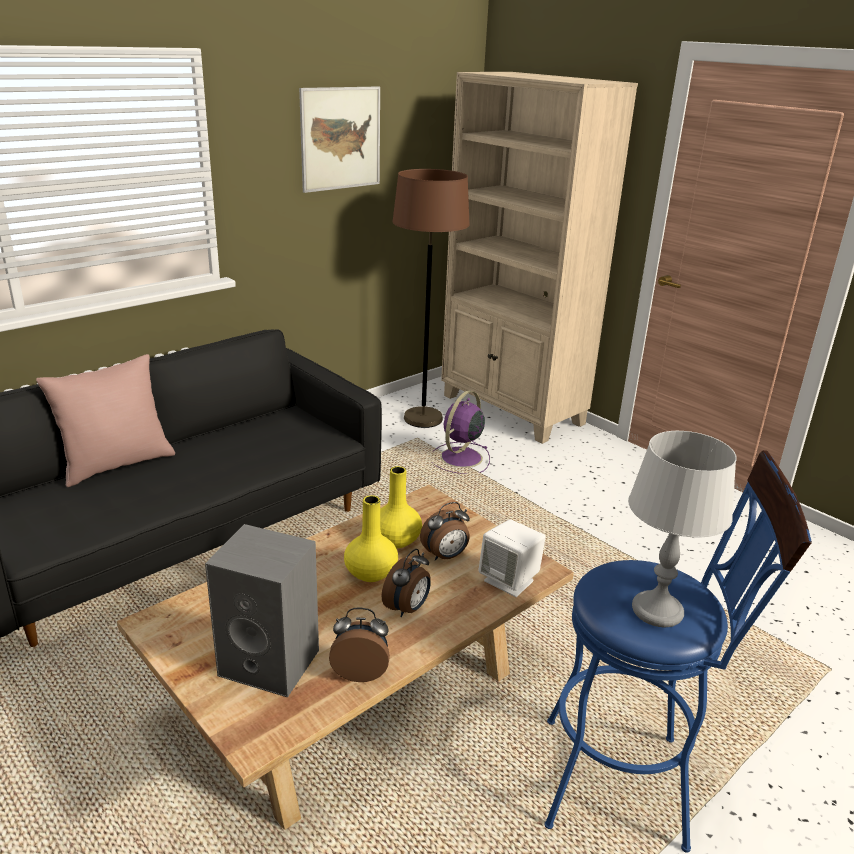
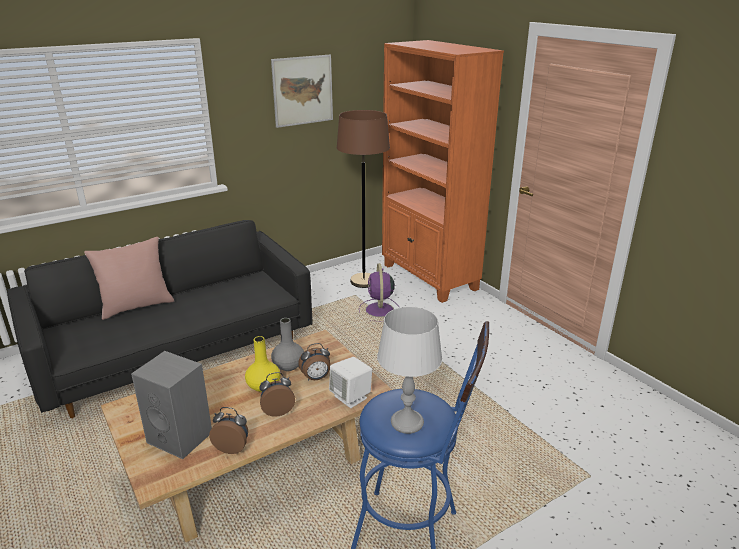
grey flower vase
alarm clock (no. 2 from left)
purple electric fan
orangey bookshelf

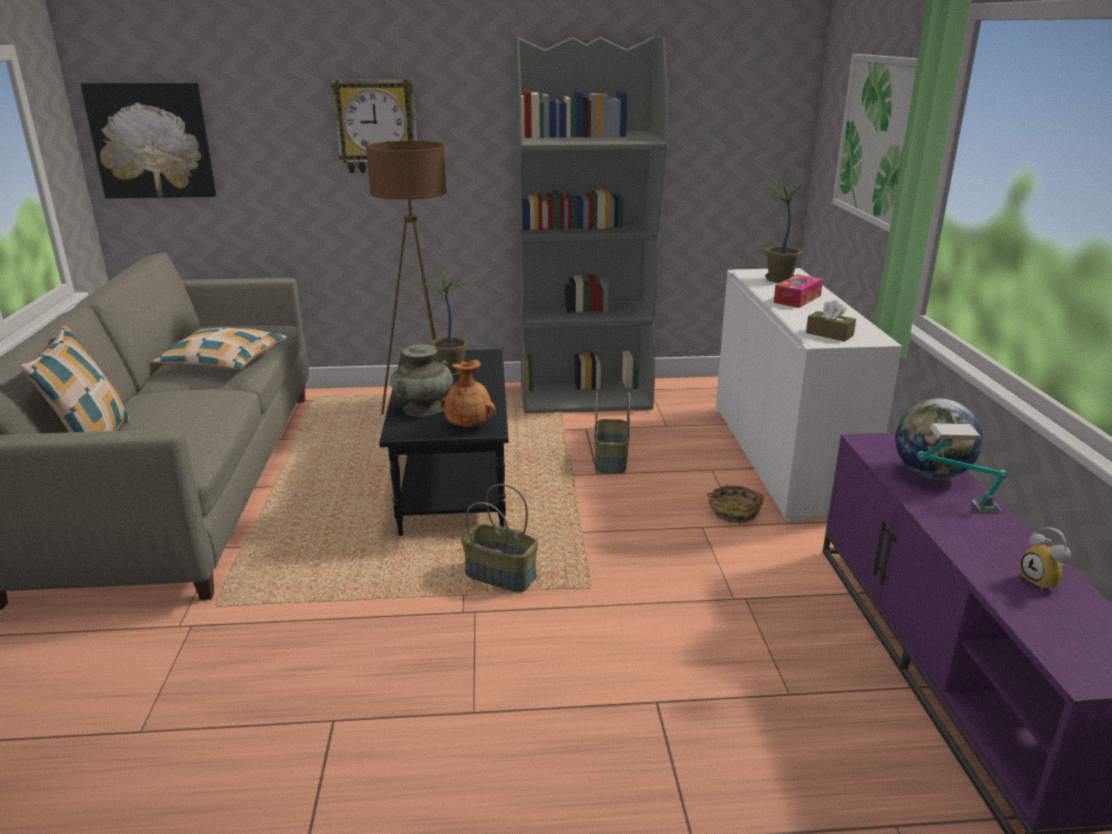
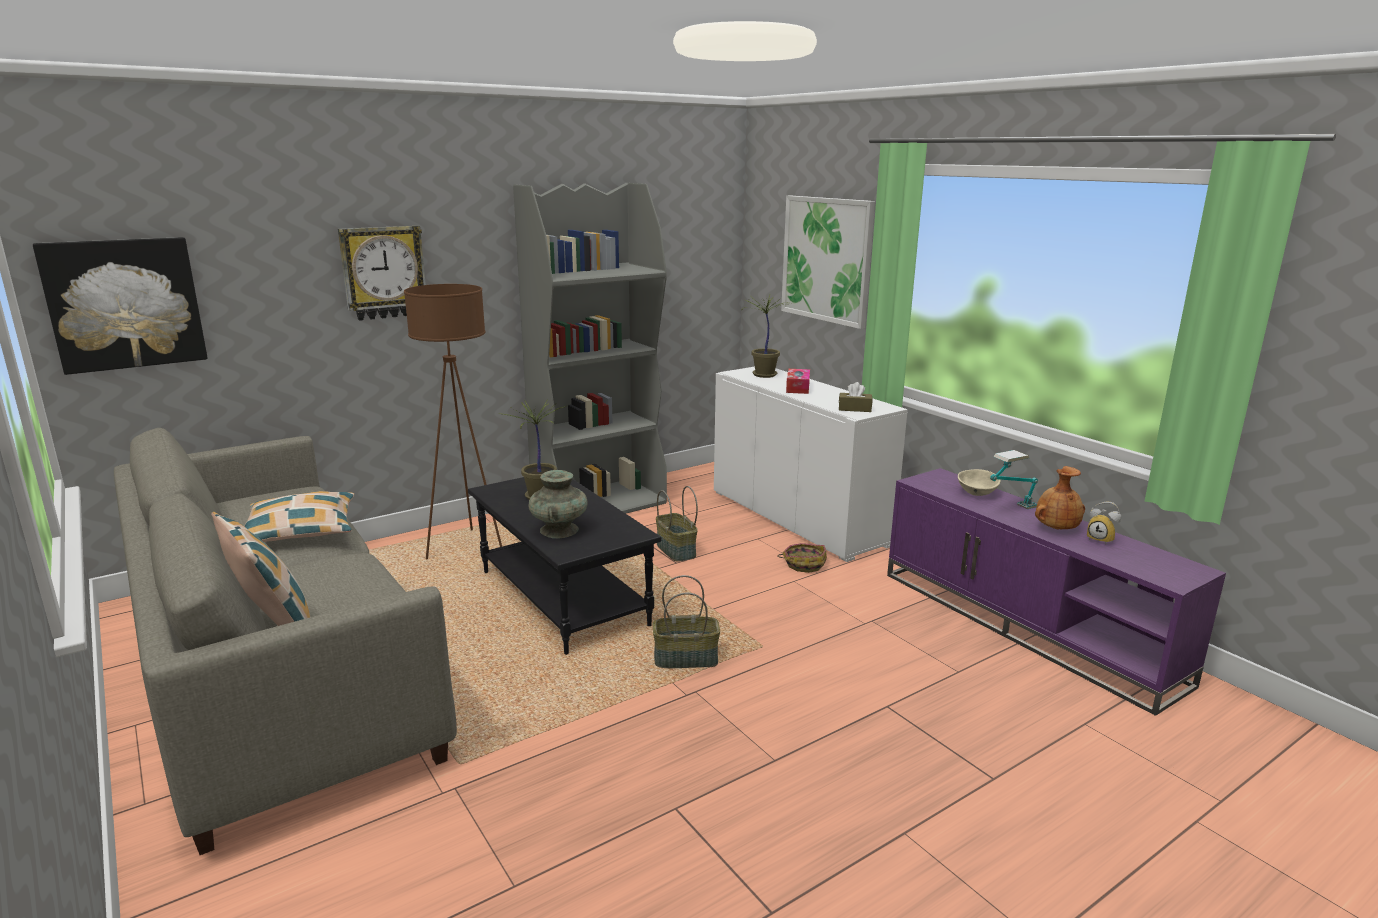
brown-coloured flower vase
beige bowl

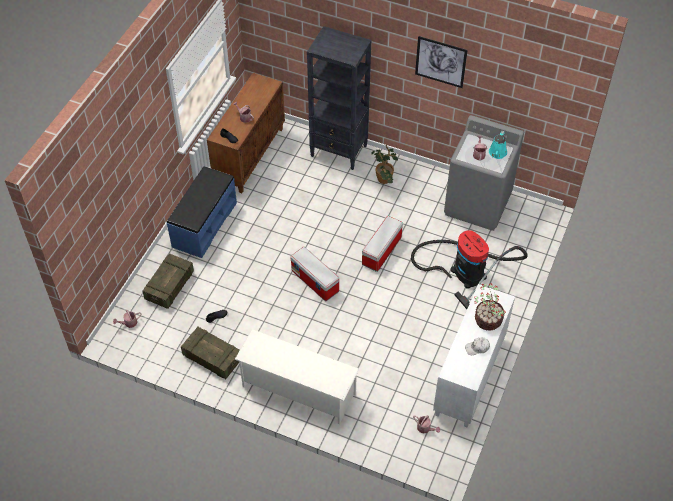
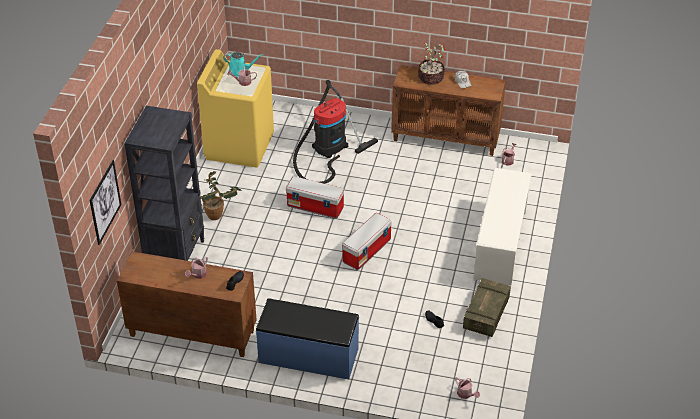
shipping crate (no. 1 from left in the first image)
picture
brown-coloured cabinet (no. 2 from left)
yellow laundry appliance

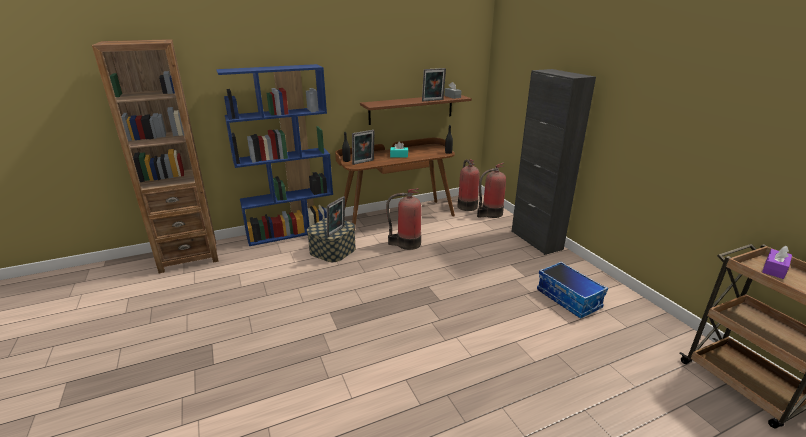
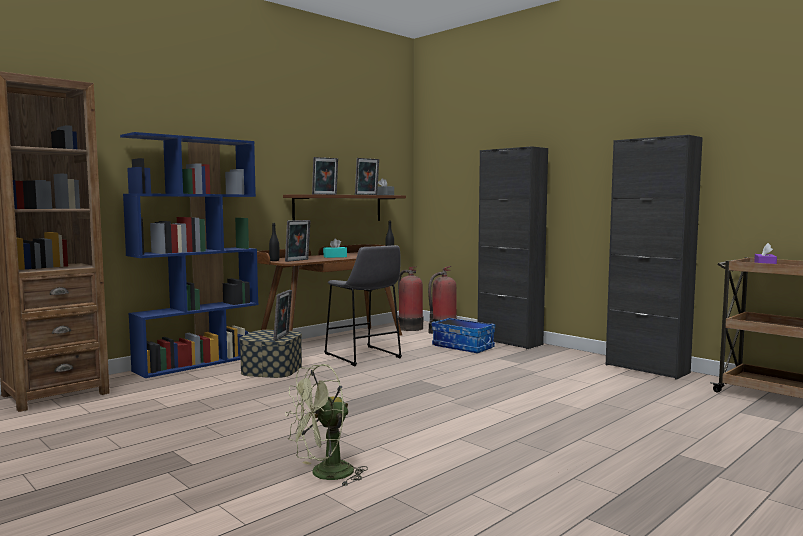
grey sitting stool
storage bin (no. 2 from left)
greenish electric fan
photo frame (no. 3 from left)
blackish cabinet (no. 2 from left)

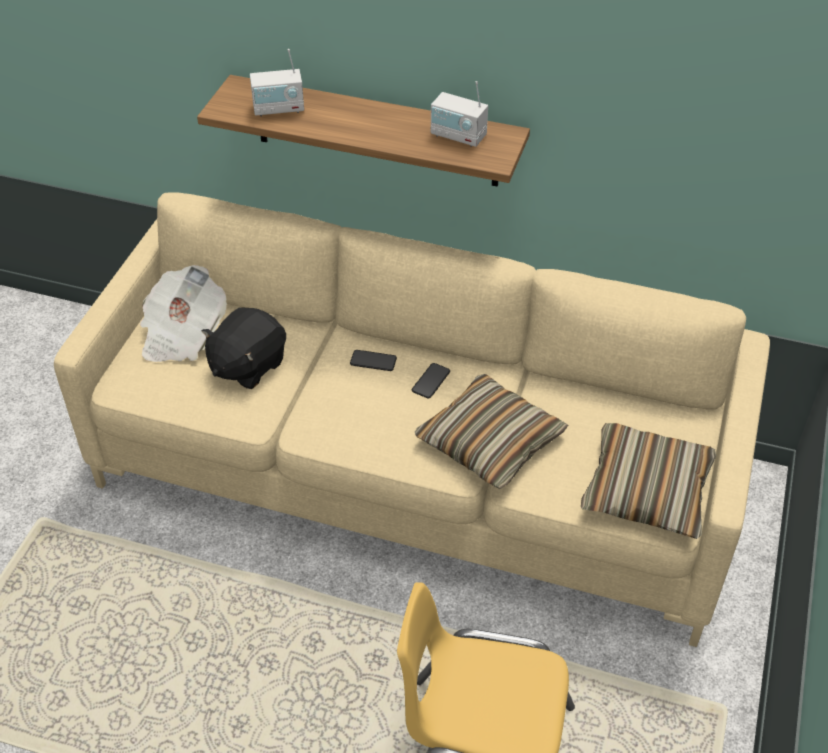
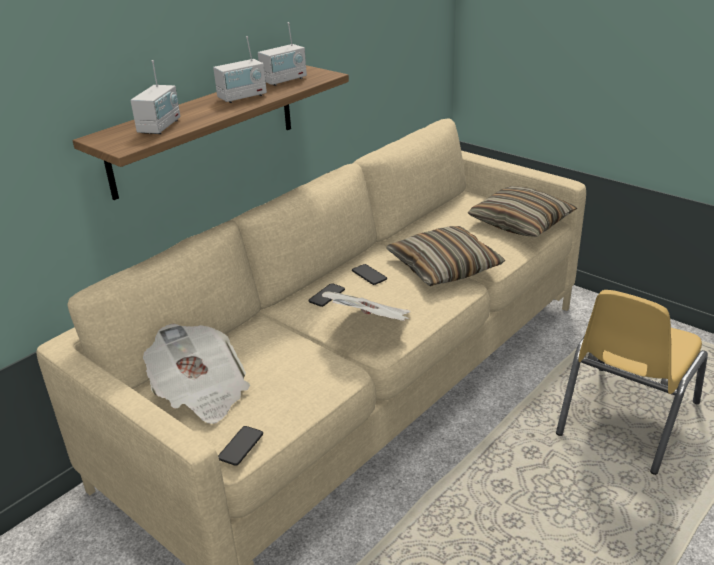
blackish cuddly toy
radio receiver (no. 2 from left)
handset (no. 1 from left)
printed paper (no. 2 from left)

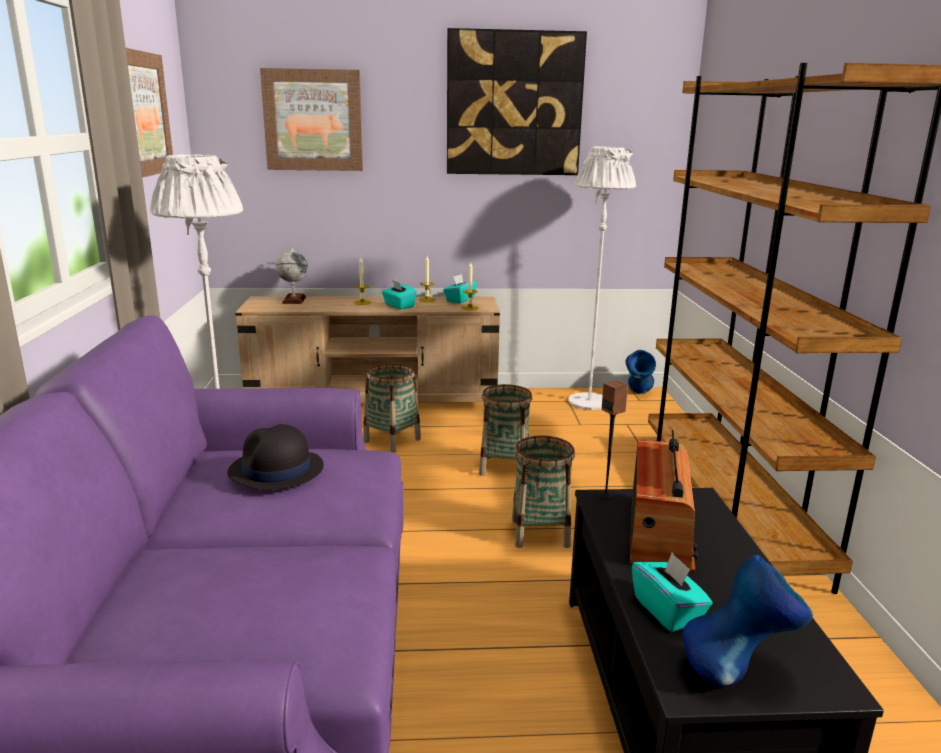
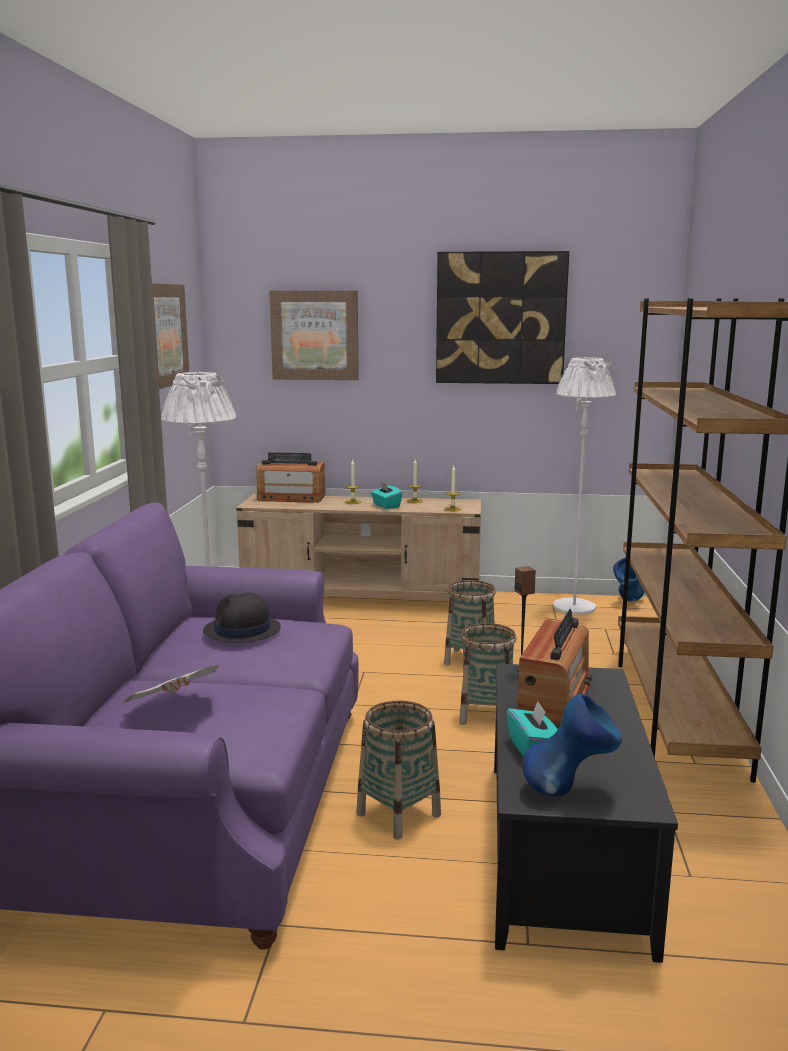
radio receiver (no. 1 from left)
storage basket (no. 1 from left)
turquoise box of tissues (no. 2 from left in the first image)
printed paper

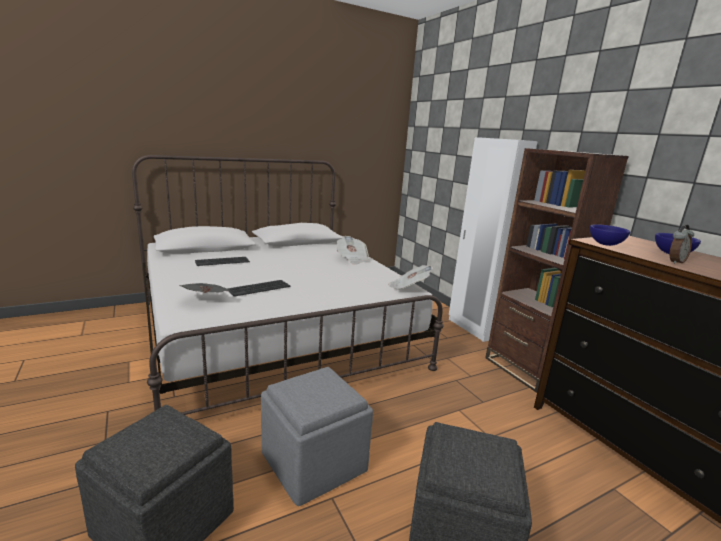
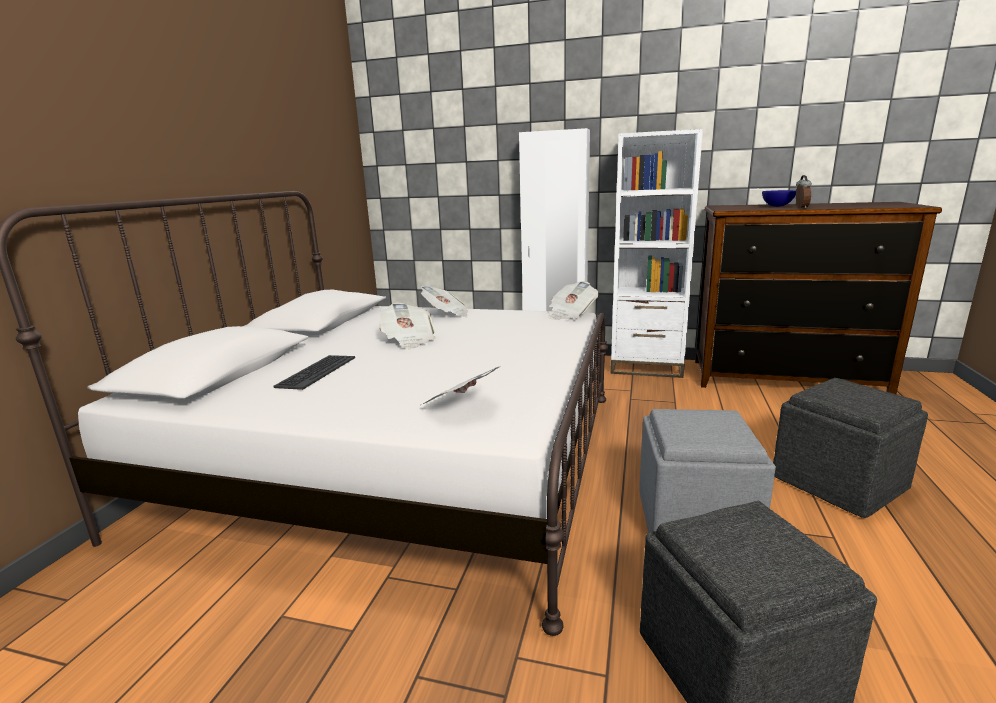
computer keyboard (no. 2 from left in the first image)
whitish bookshelf
blue bowl (no. 1 from left in the first image)
printed paper (no. 1 from left)

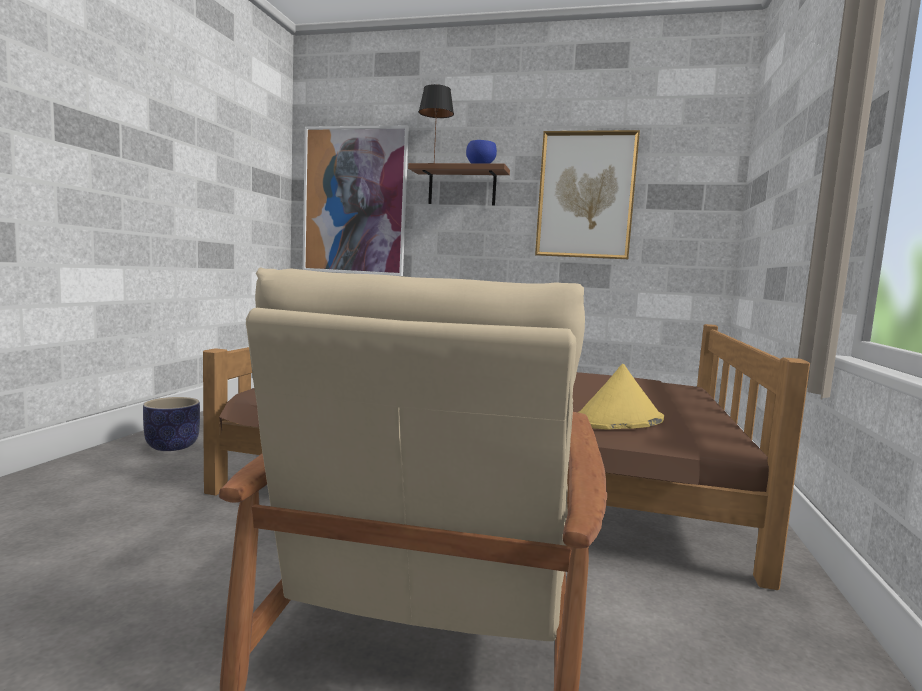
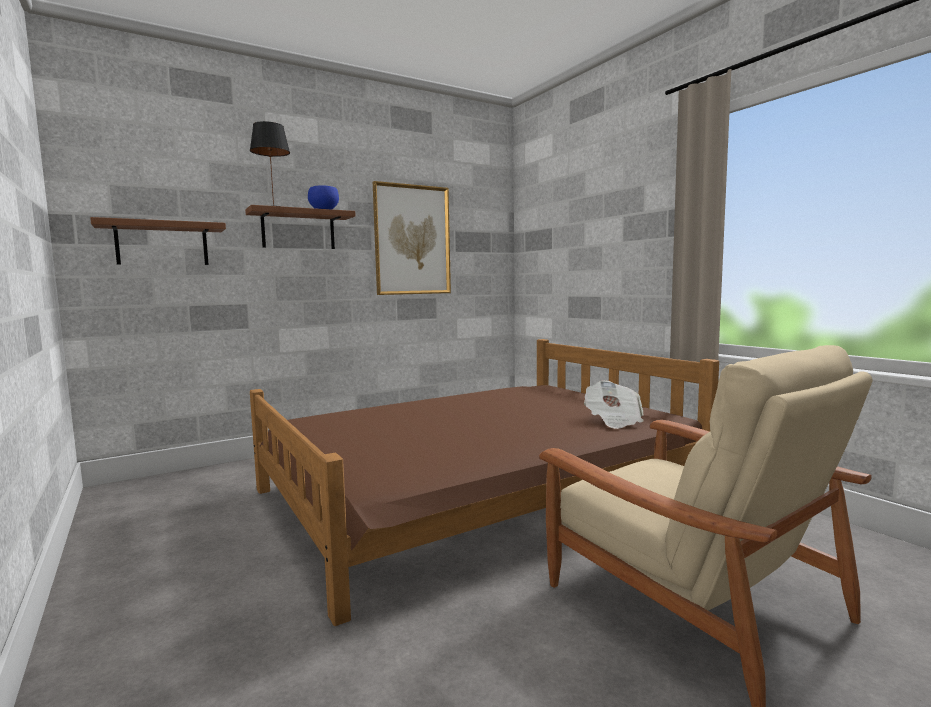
flower pot
brown-coloured bracket shelf (no. 1 from left)
printed paper

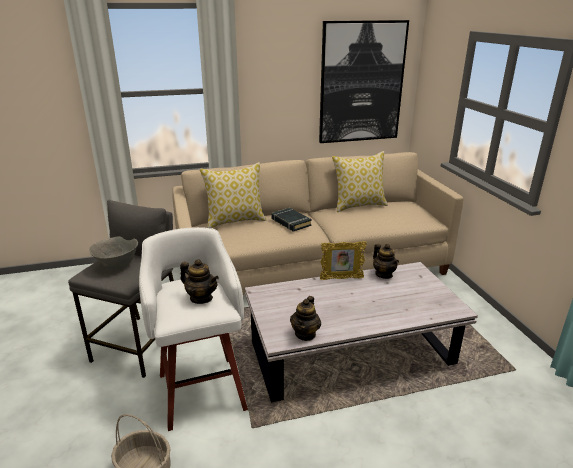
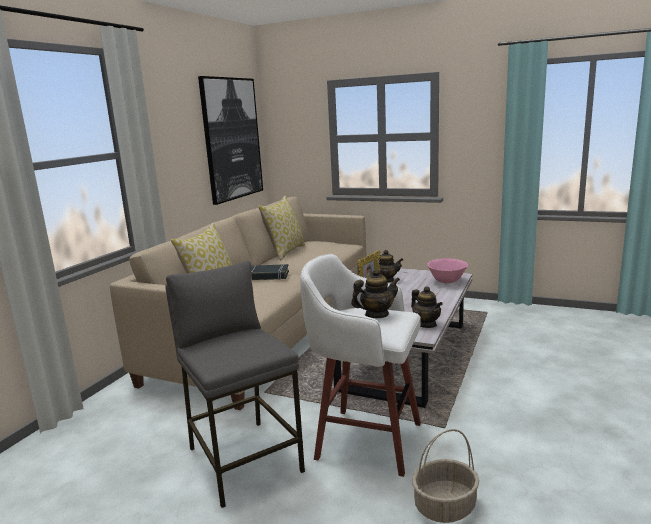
grey bowl
pinkish bowl

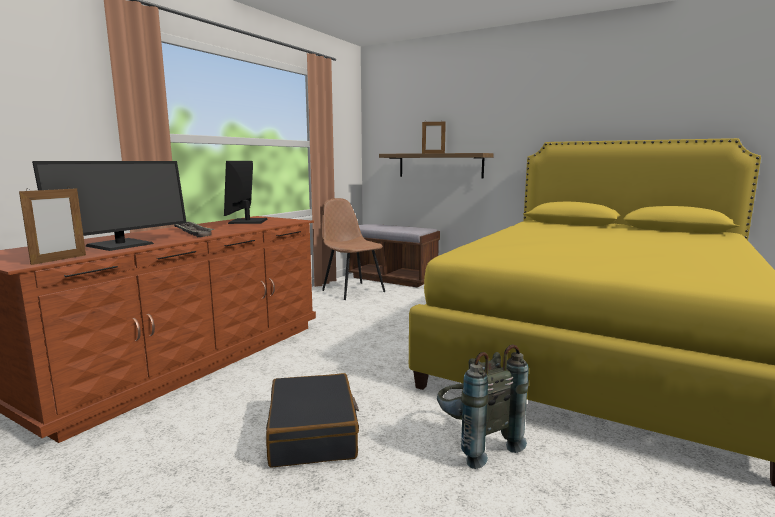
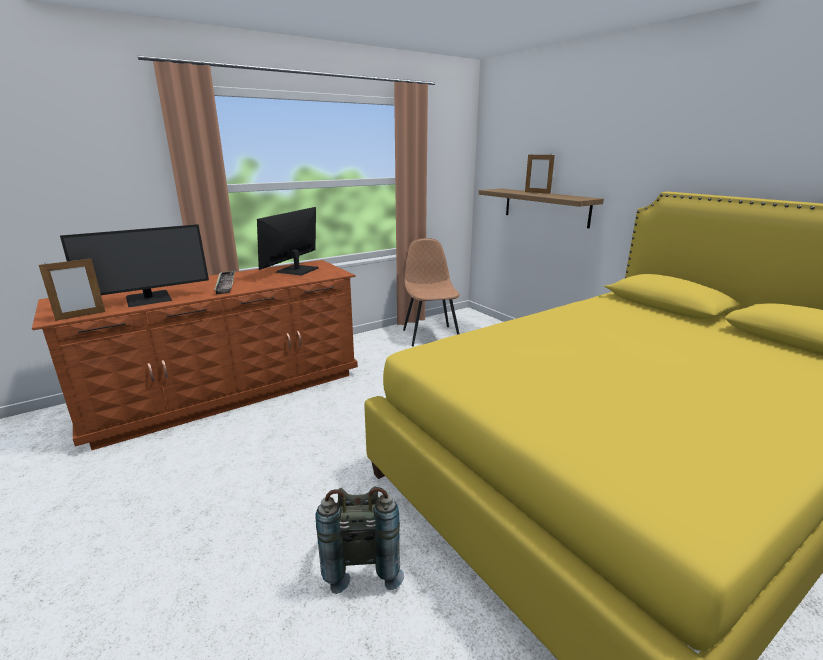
blackish piece of luggage
brown-coloured indoor bench

